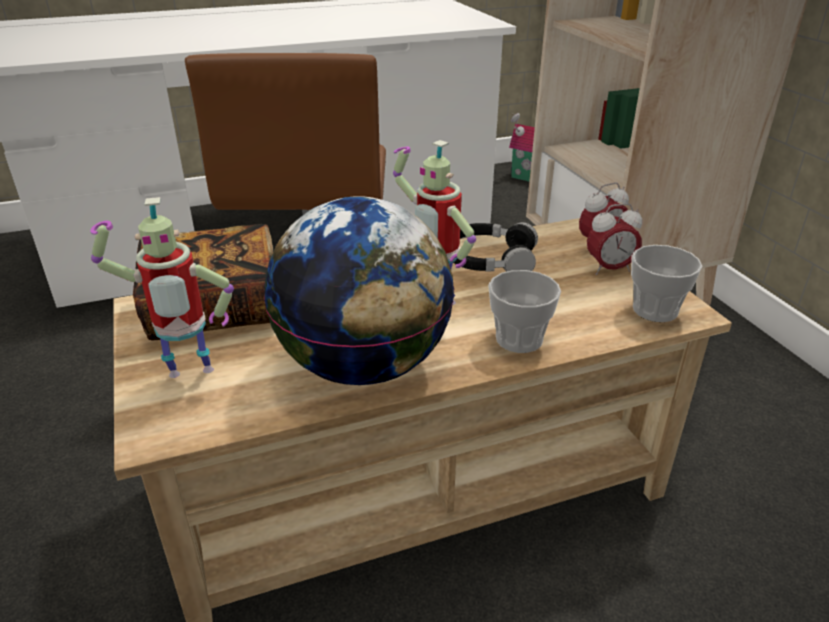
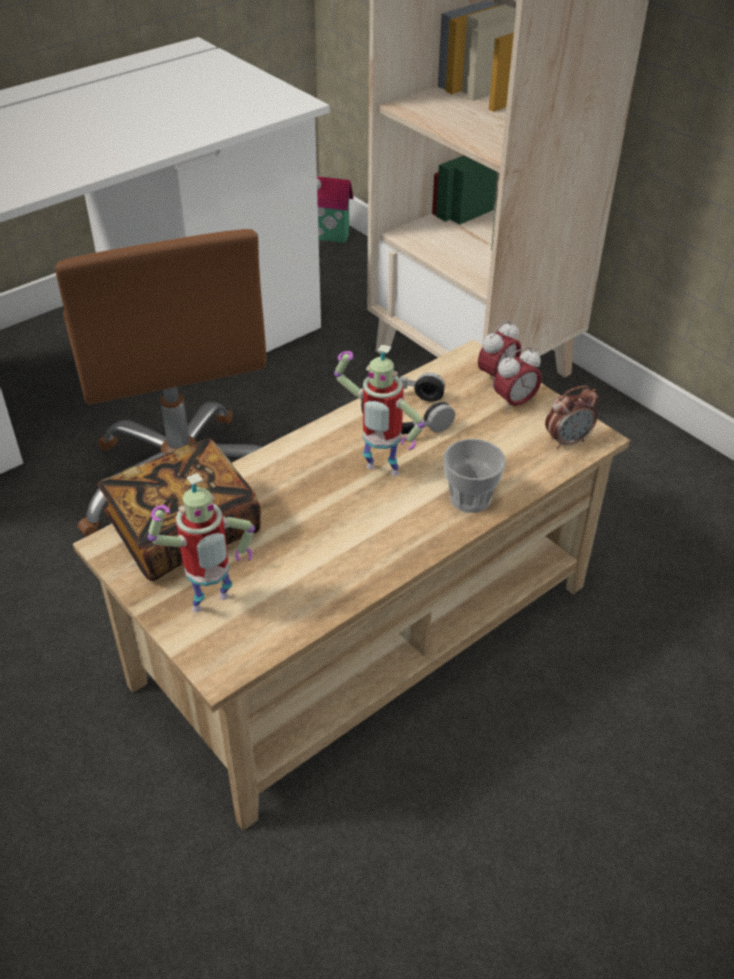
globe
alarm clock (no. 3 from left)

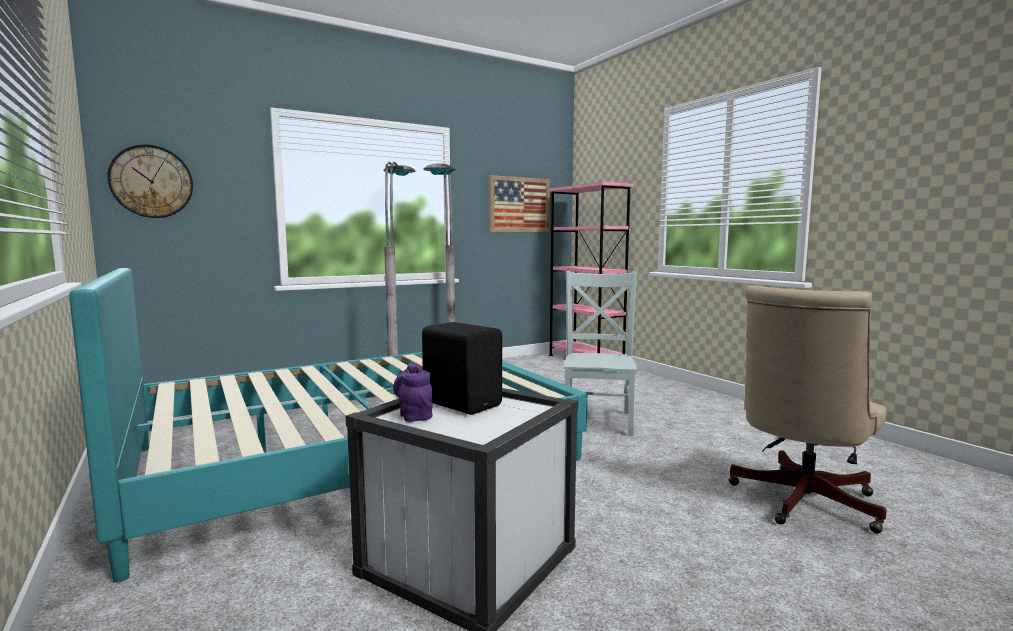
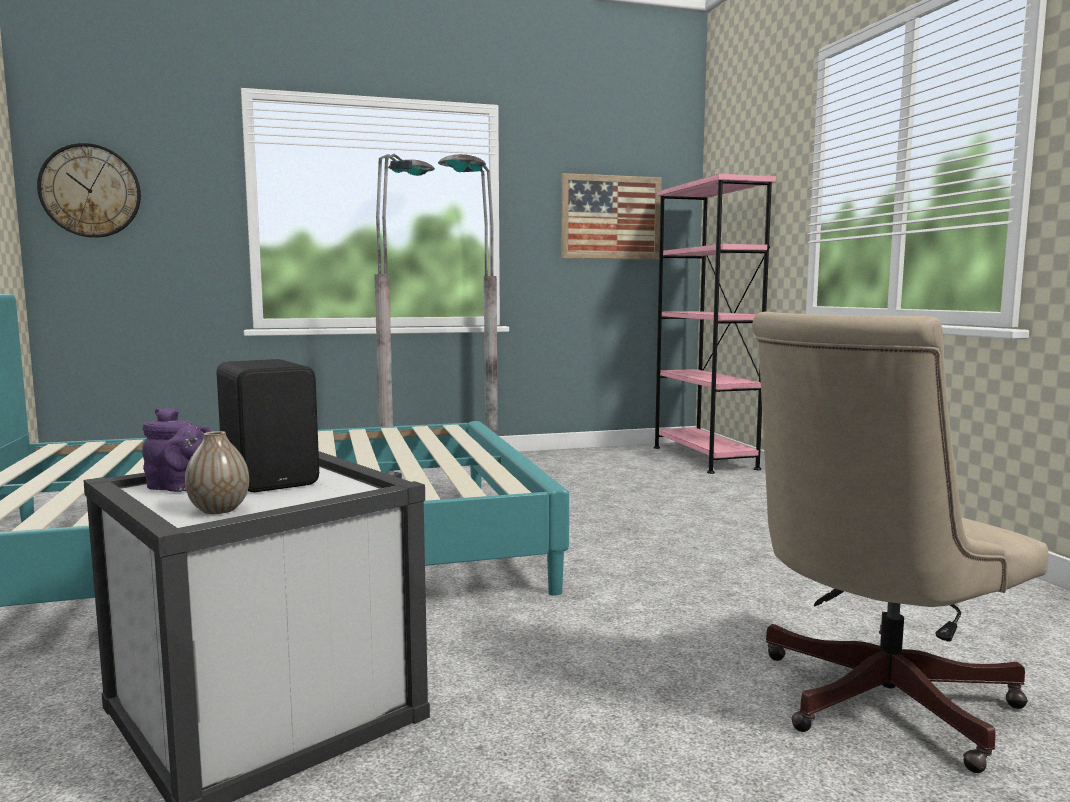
purple pot for tea
grey chair
flower vase

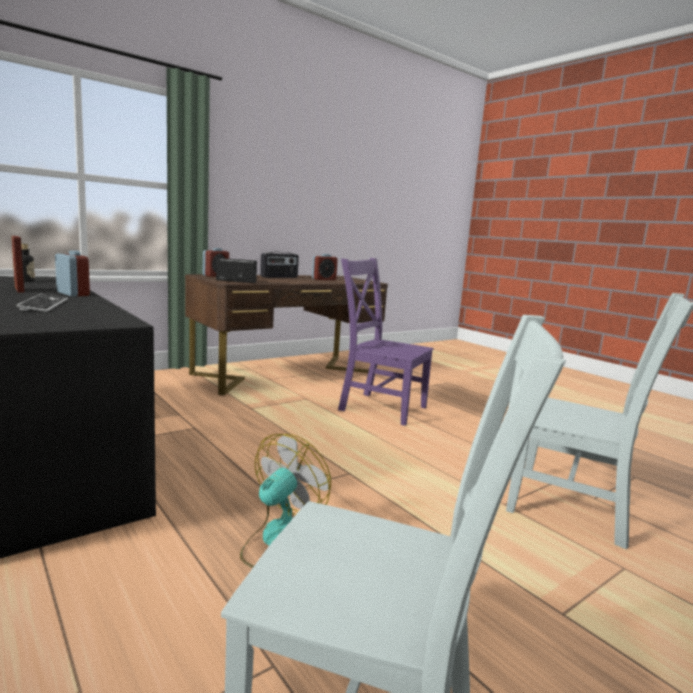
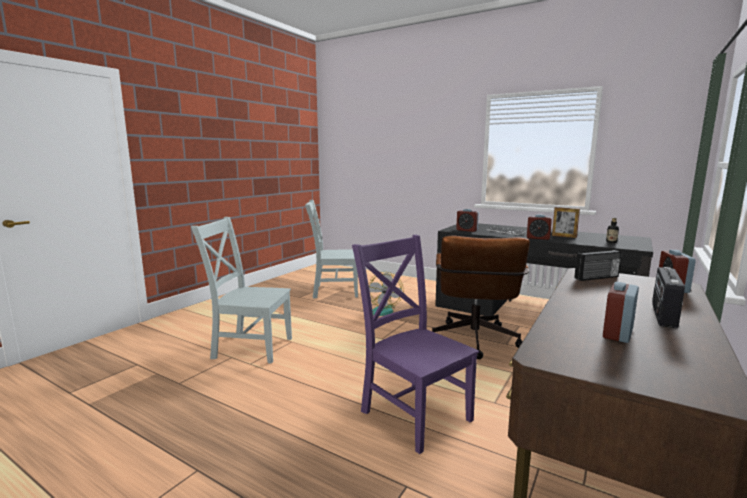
purple chair
brown-coloured computer chair
alarm clock (no. 1 from left)

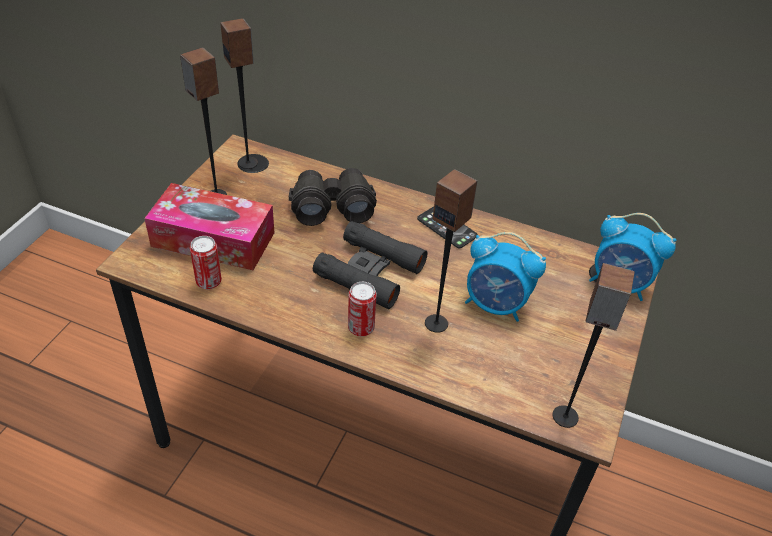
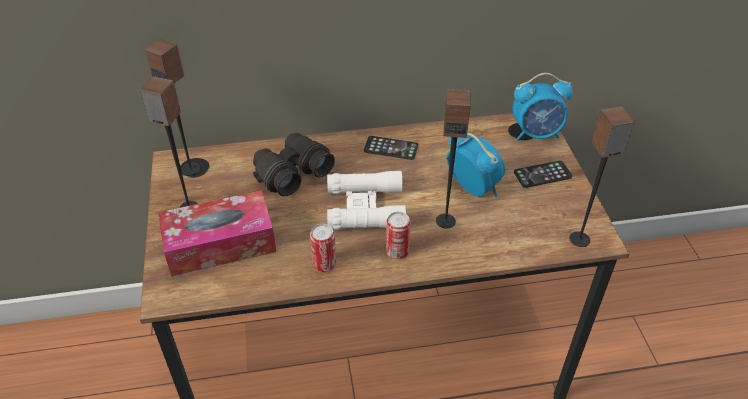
metal can (no. 1 from left)
whitish field glasses
alarm clock (no. 1 from left)
handset (no. 2 from left)

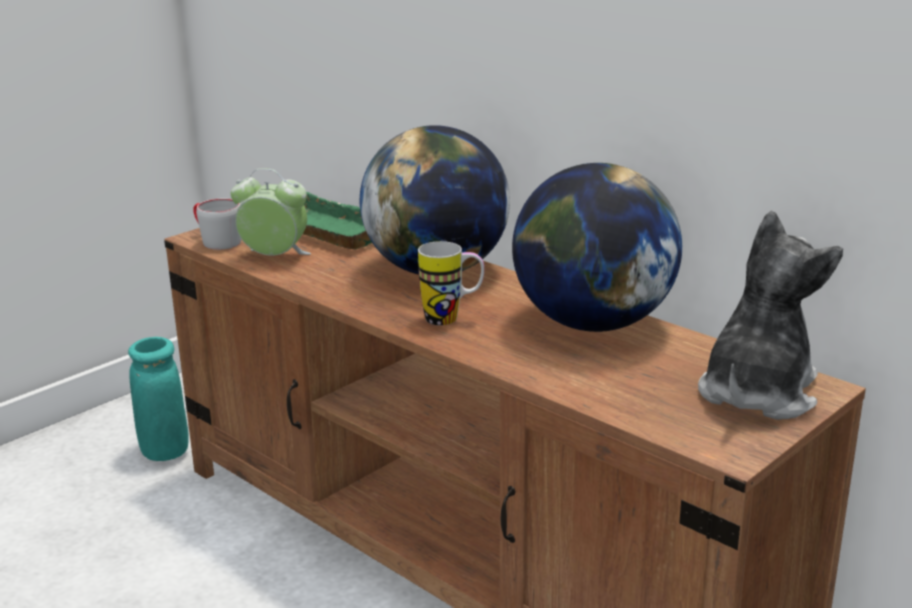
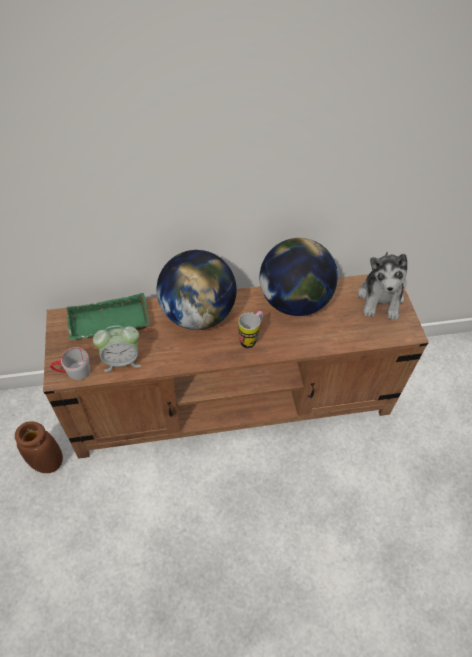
brown-coloured flower vase
alarm clock
cuddly toy

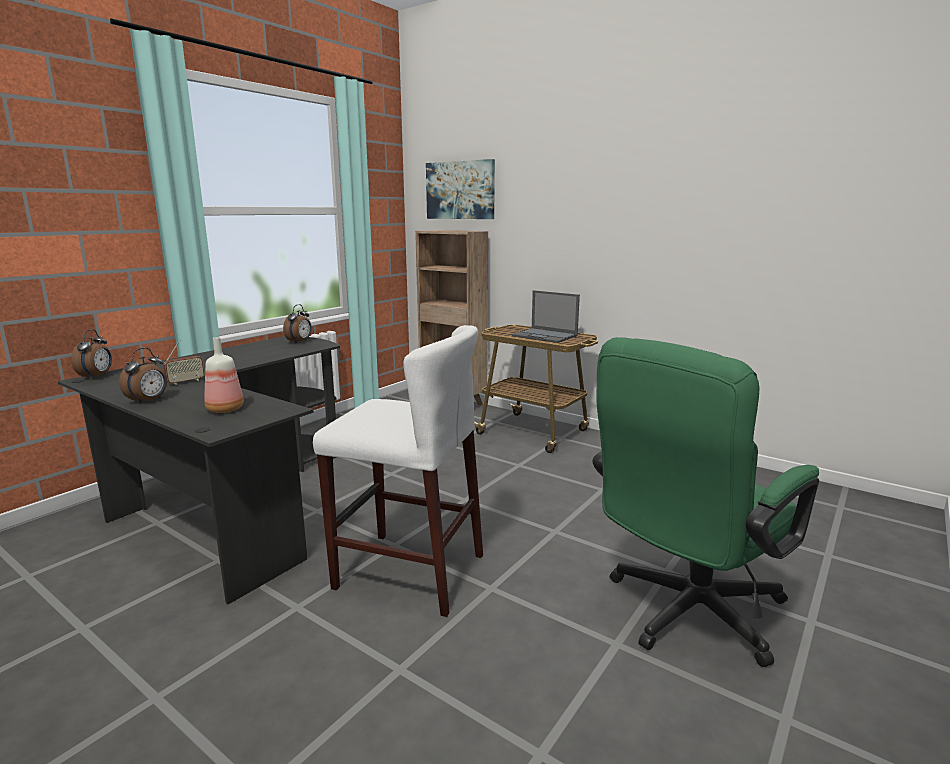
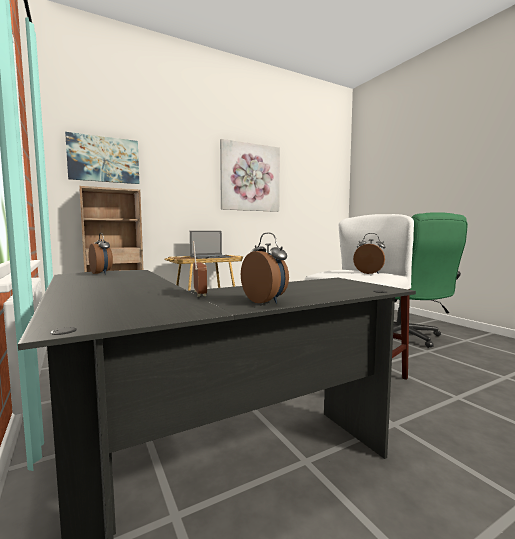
alarm clock (no. 3 from left)
beverage bottle
picture (no. 2 from left)

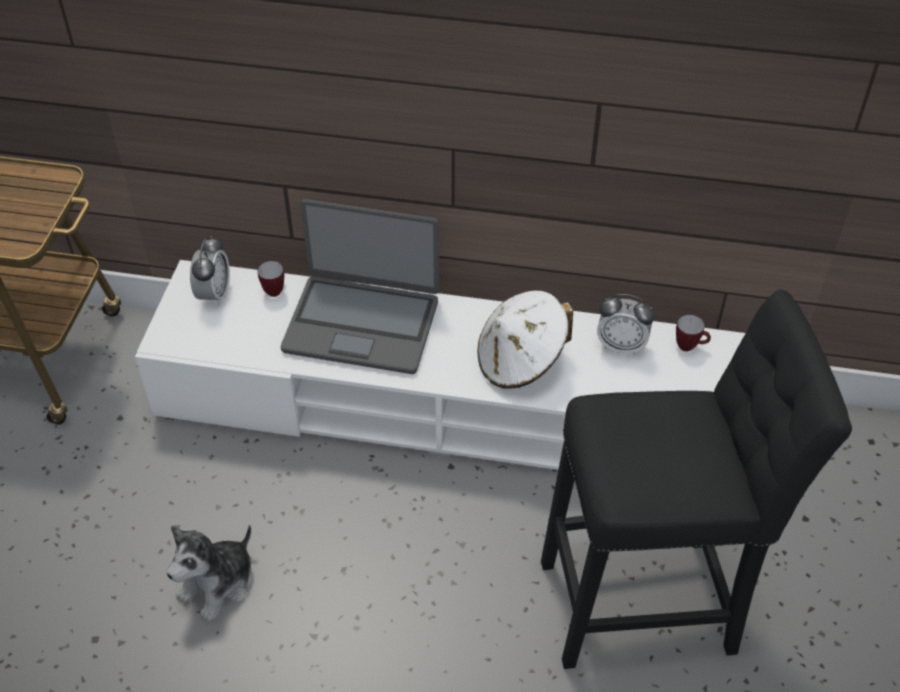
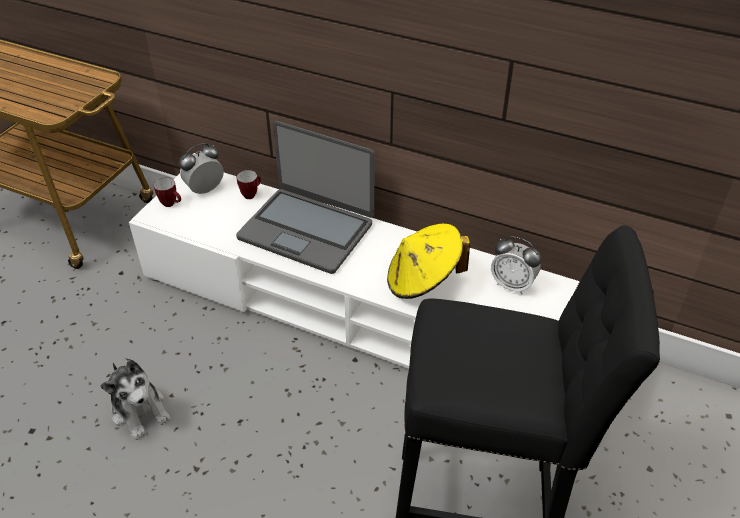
cuddly toy
alarm clock (no. 1 from left)
yellow clothing hat
mug (no. 1 from left)

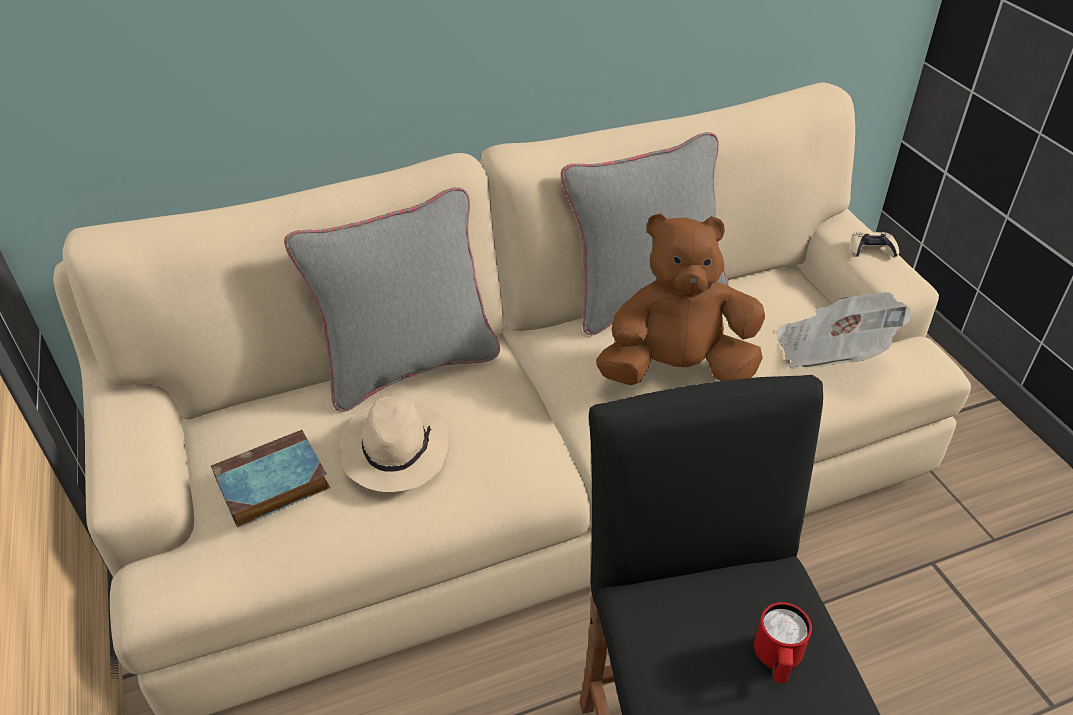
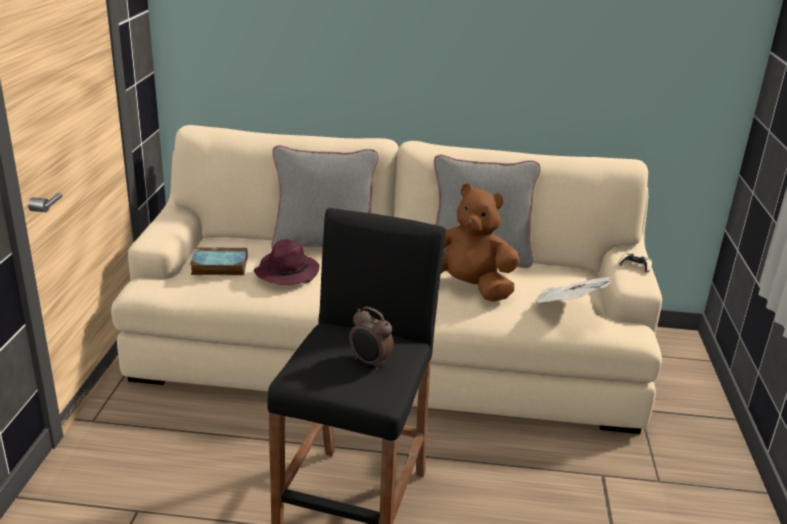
purple clothing hat
alarm clock

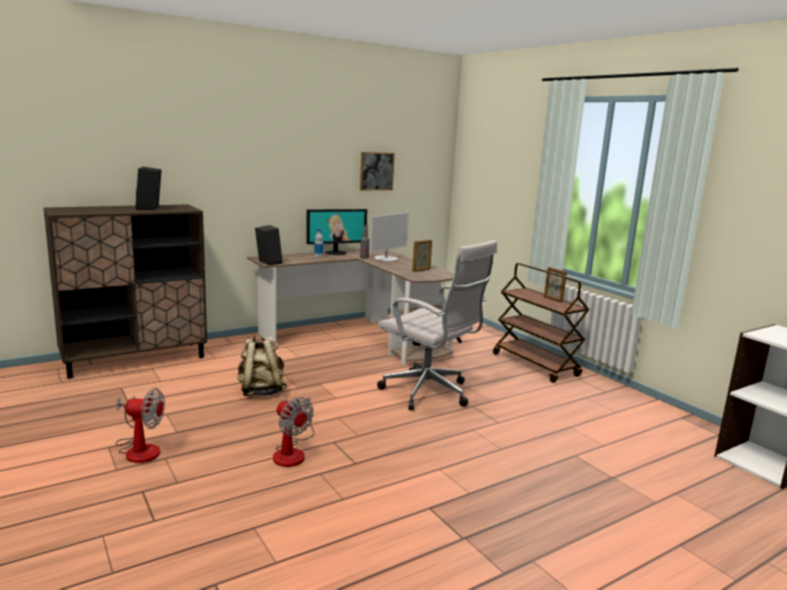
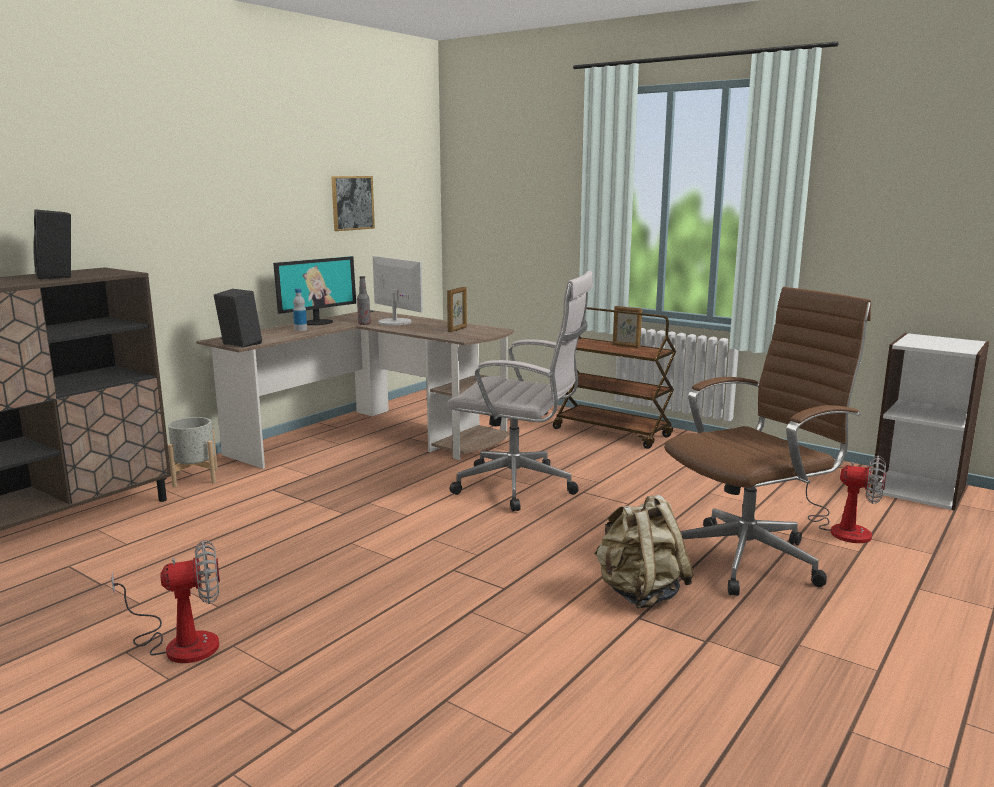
beige rucksack
electric fan (no. 2 from left)
computer screen (no. 2 from left)
grey flower pot
brown-coloured computer chair

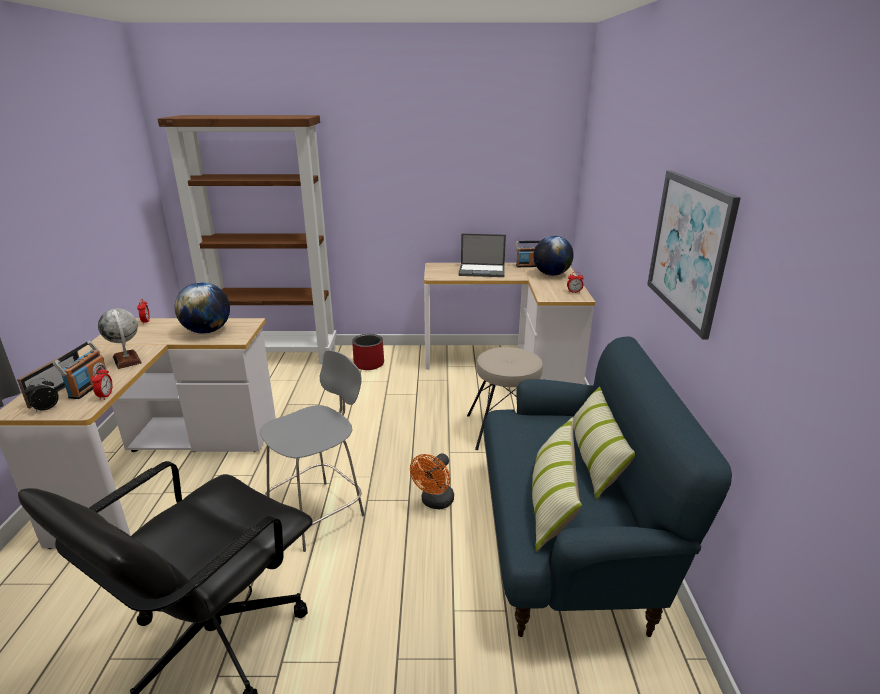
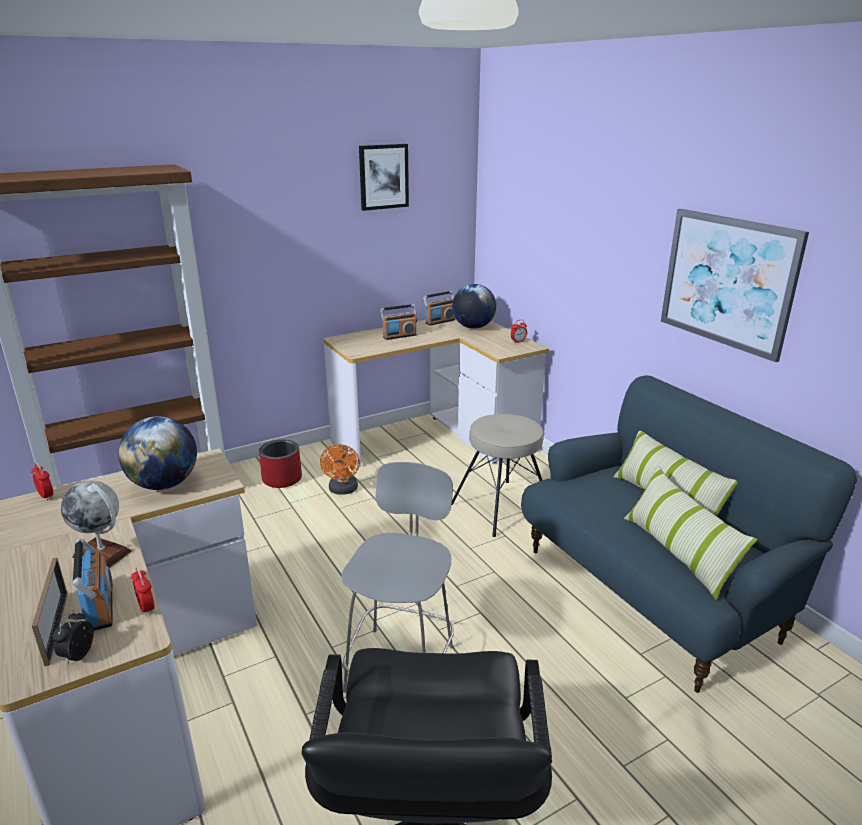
orangey electric fan
radio receiver (no. 2 from left)
picture (no. 1 from left)

